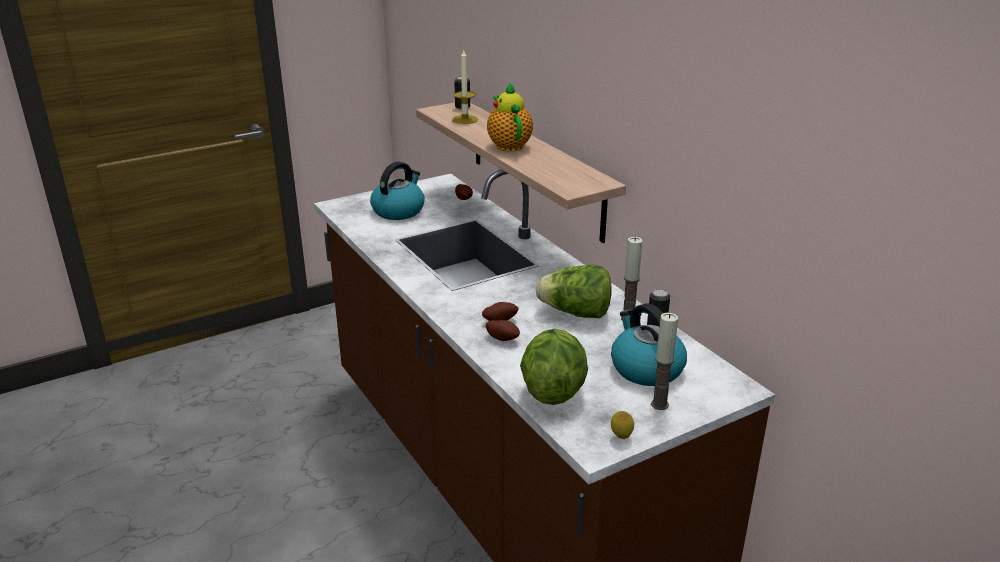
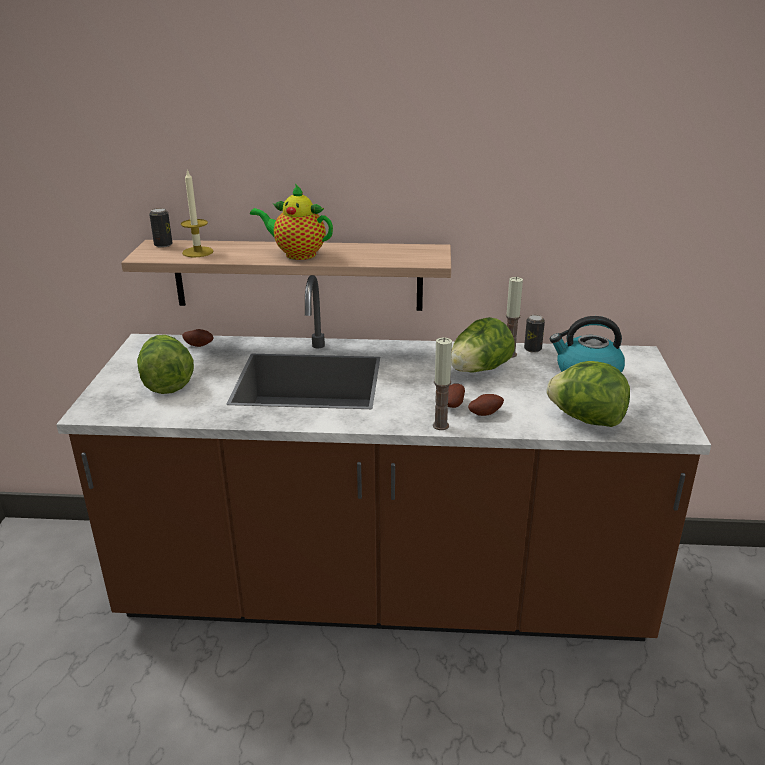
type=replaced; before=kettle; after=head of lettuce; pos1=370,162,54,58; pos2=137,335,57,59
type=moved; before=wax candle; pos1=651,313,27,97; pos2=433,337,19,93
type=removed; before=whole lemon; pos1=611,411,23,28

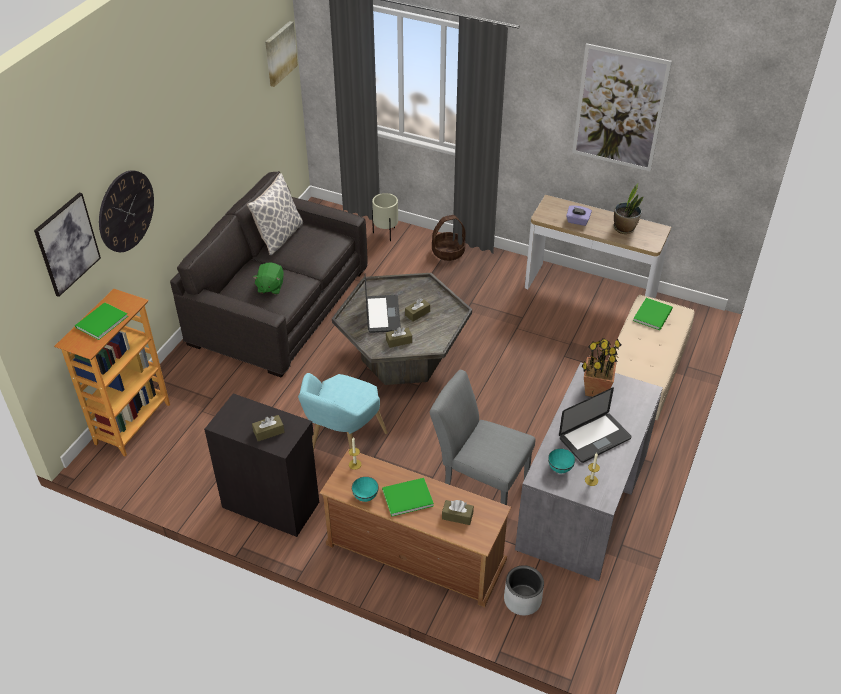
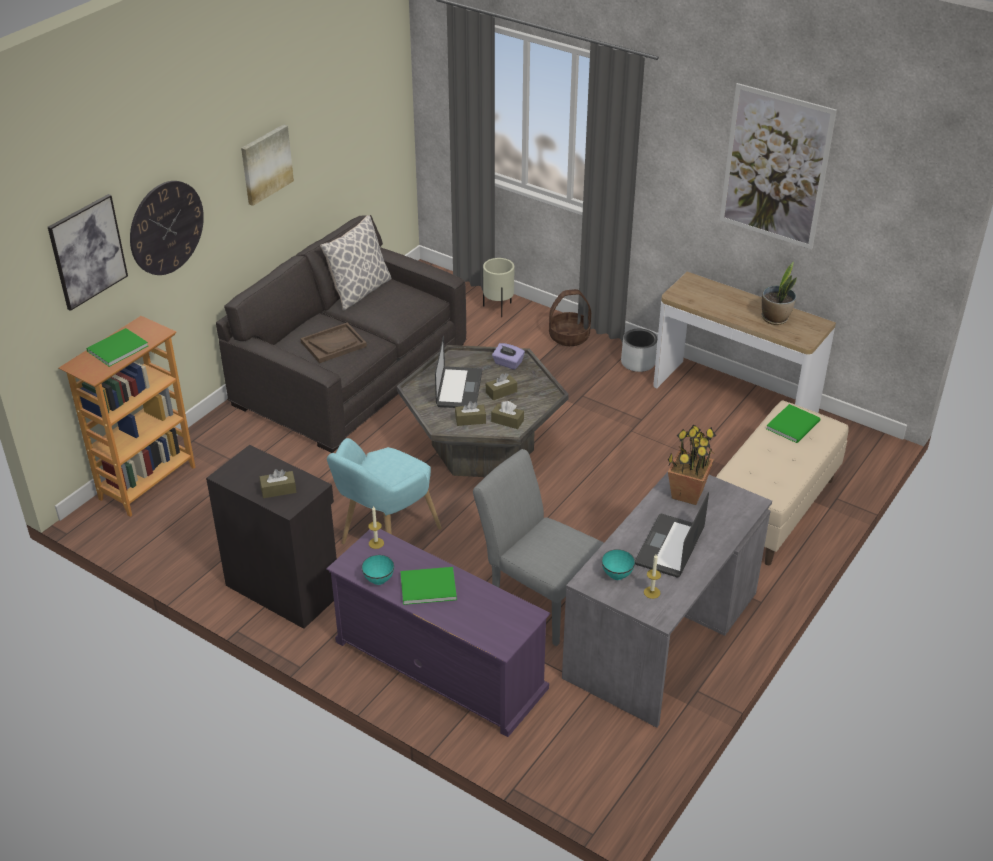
type=moved; before=picture; pos1=265,21,33,66; pos2=241,124,53,82
type=moved; before=tissue box in purple; pos1=566,205,26,21; pos2=492,343,33,27
type=replaced; before=cuddly toy in green; after=serving tray in brownish; pos1=253,263,31,31; pos2=300,323,67,40
type=turned; before=laptop; pos1=559,387,73,76; pos2=635,492,74,86; turn=135
type=recoloured; before=tv unit in brownish; after=tv unit in purple; pos1=319,449,192,158; pos2=326,529,225,208
type=moved; before=tissue box in brownish; pos1=442,500,32,25; pos2=491,401,33,28
type=moved; before=flower pot in grey; pos1=504,565,40,50; pos2=621,329,36,43

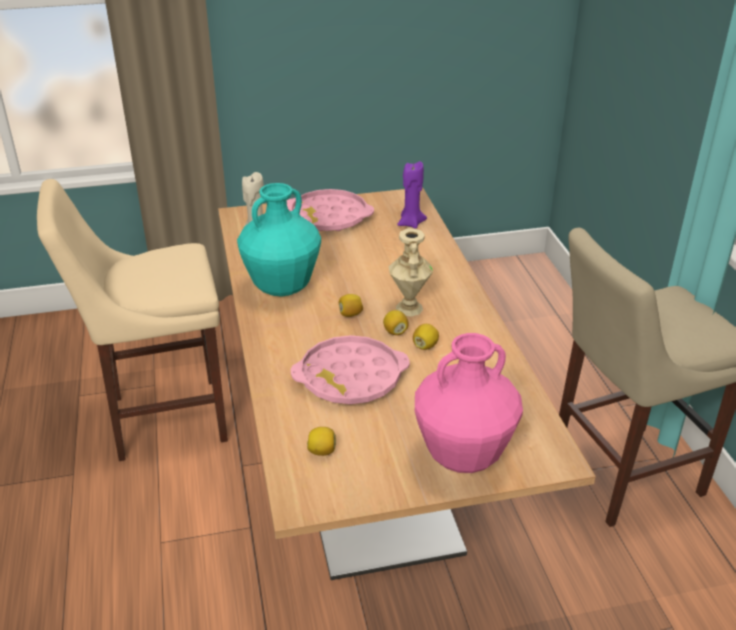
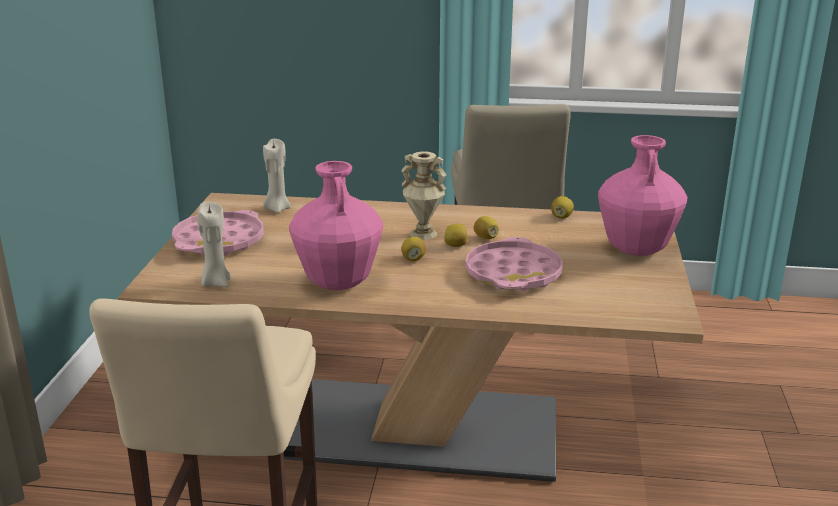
type=recoloured; before=wax candle in purple; after=wax candle in sand-coloured; pos1=397,161,30,68; pos2=263,139,28,74
type=recoloured; before=flower vase in turquoise; after=flower vase in pink; pos1=237,183,84,114; pos2=289,161,94,129
type=moved; before=whole lemon; pos1=307,427,29,29; pos2=551,196,23,23

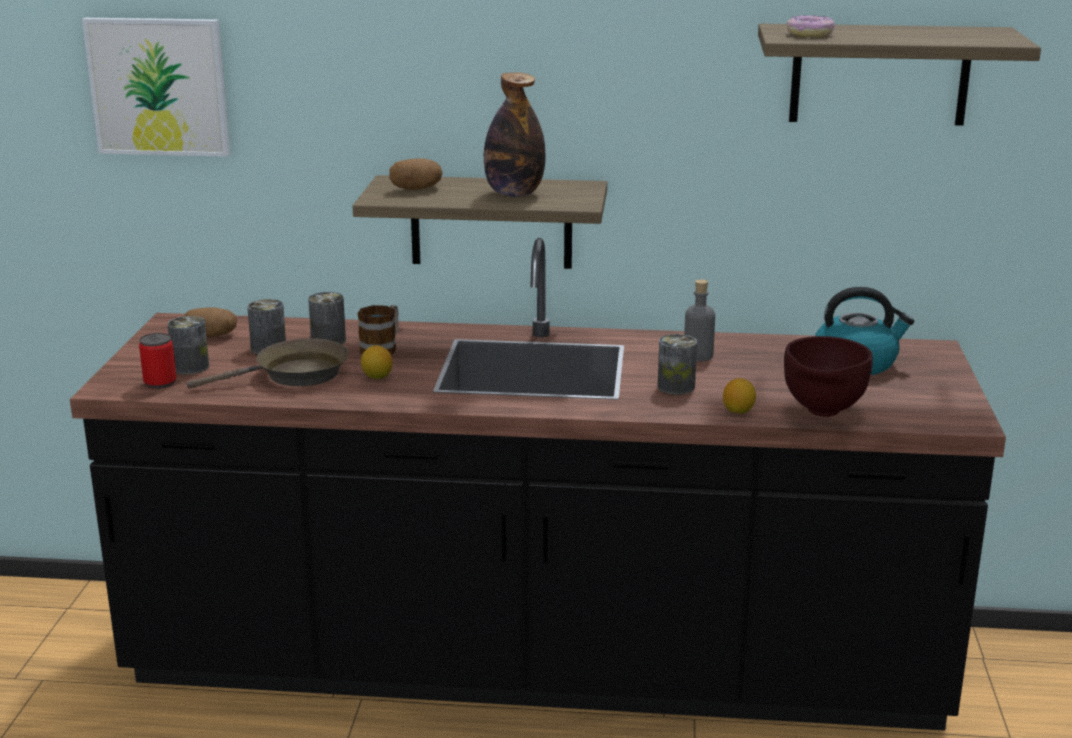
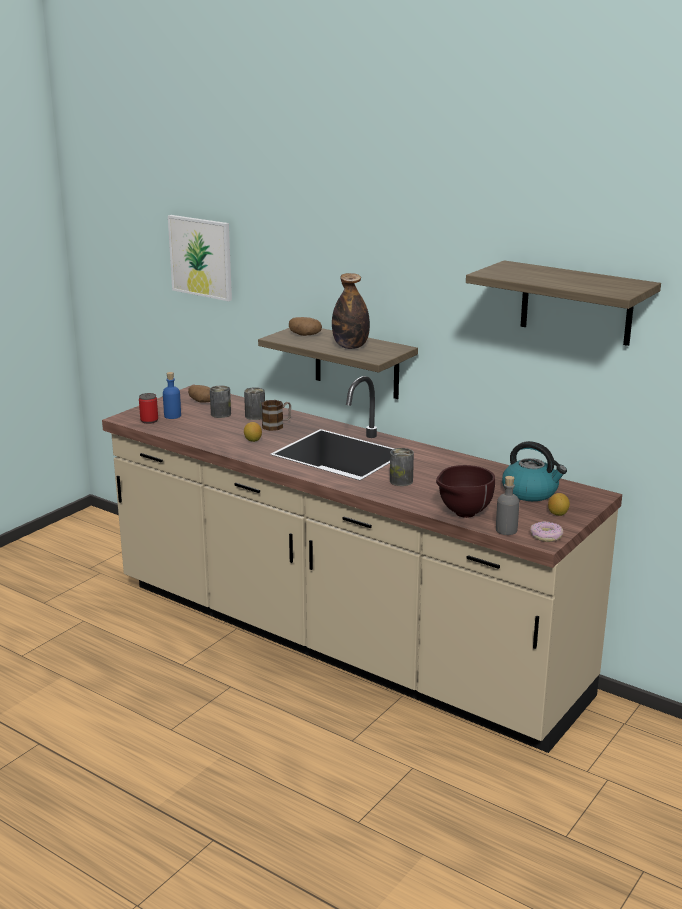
type=moved; before=doughnut; pos1=787,15,48,22; pos2=530,521,33,21
type=recoloured; before=kitchen base unit in black-coloured; after=kitchen base unit in sand-coloured; pos1=70,238,936,493; pos2=102,376,520,377
type=moved; before=drink bottle in grey; pos1=684,279,31,82; pos2=496,476,23,59
type=replaced; before=metal can; after=drink bottle in bluish; pos1=167,316,42,59; pos2=163,372,18,47
type=removed; before=frying pan in brownish; pos1=187,338,162,51
type=moved; before=whole lemon; pos1=723,378,33,35; pos2=548,493,22,23

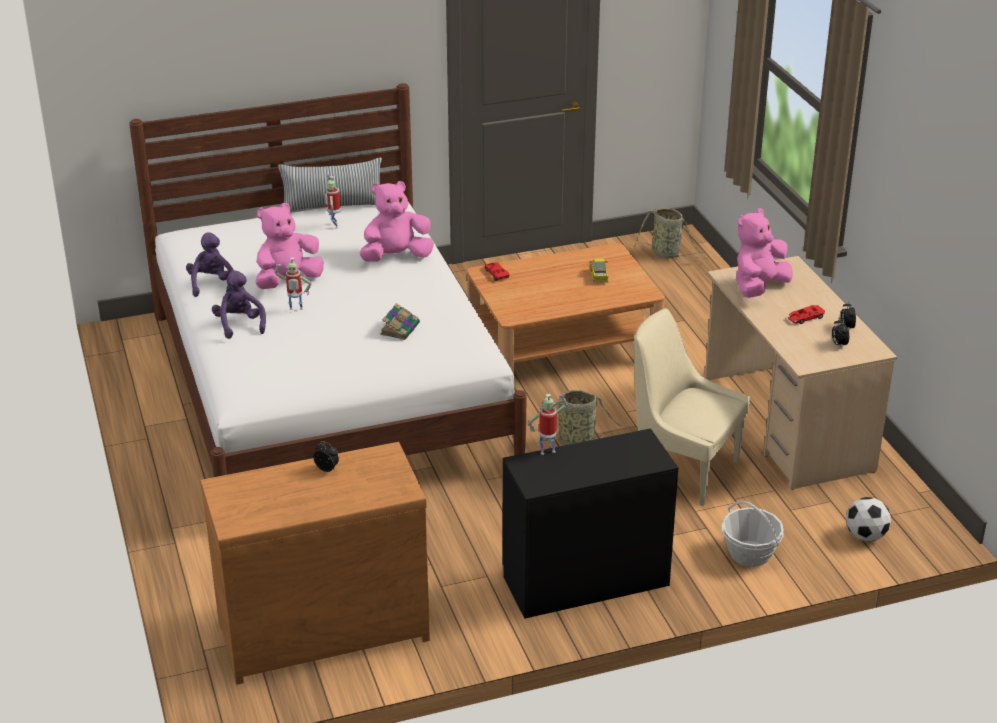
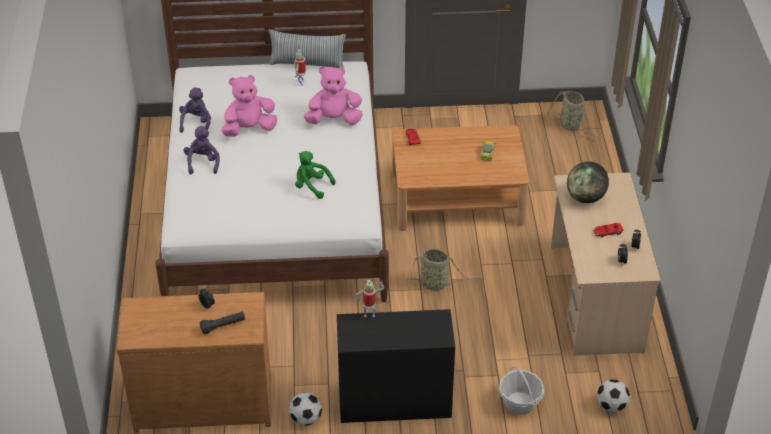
type=replaced; before=cuddly toy in pink; after=desk globe; pos1=736,209,57,89; pos2=567,162,42,41
type=removed; before=toy robot; pos1=274,258,37,52
type=replaced; before=bound book; after=cuddly toy in green; pos1=380,303,40,37; pos2=295,151,41,48
type=removed; before=upright chair in sand-coloured; pos1=634,308,116,198
type=added; after=flashlight in black-coloured; pos2=200,312,45,22
type=added; after=football ball; pos2=289,392,33,34

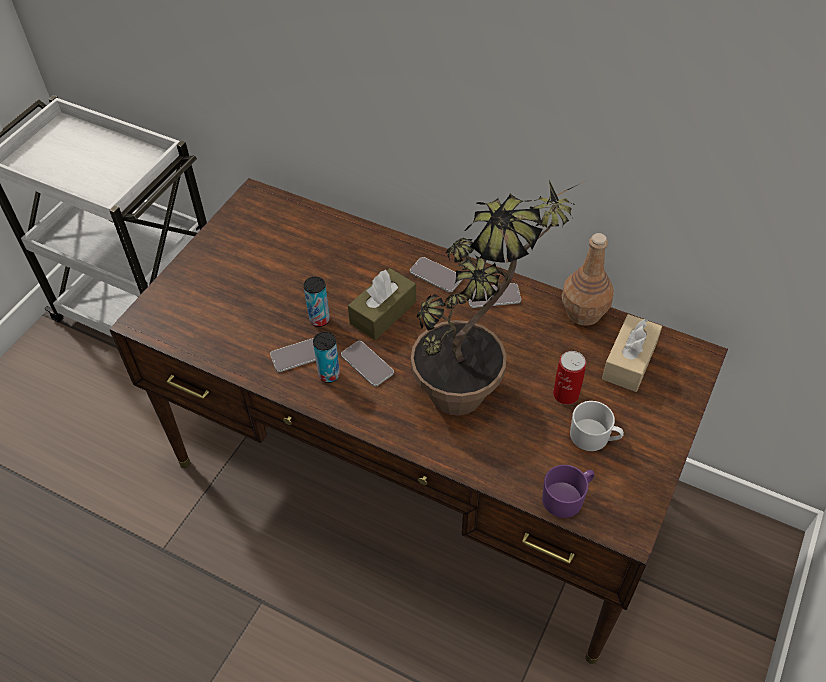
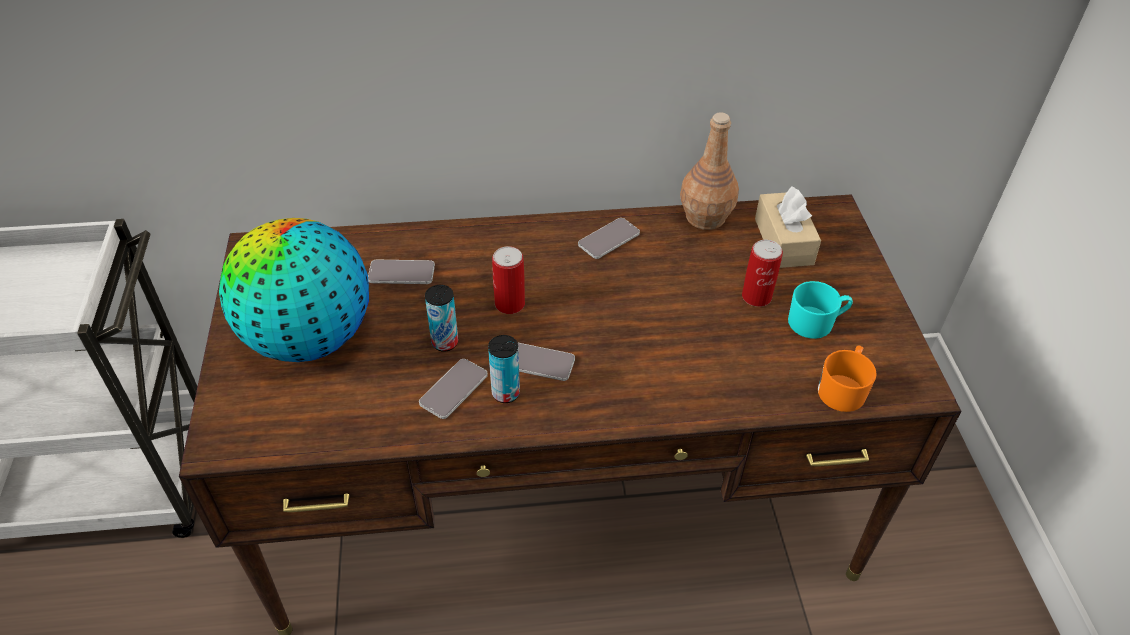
type=removed; before=potted plant; pos1=411,180,176,236
type=moved; before=phone; pos1=410,257,53,35; pos2=368,260,67,24
type=replaced; before=tissue box in brownish; after=metal can; pos1=348,268,68,72; pos2=492,246,33,68
type=recoloured; before=coffee mug in white; after=coffee mug in turquoise; pos1=570,401,54,50; pos2=788,281,65,58
type=recoloured; before=coffee mug in purple; after=coffee mug in orange-coloured; pos1=542,465,53,53; pos2=818,345,59,67
type=added; after=desk globe; pos2=219,218,150,144

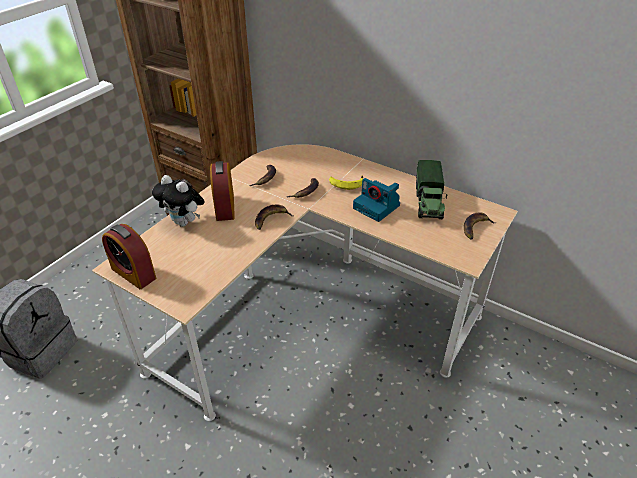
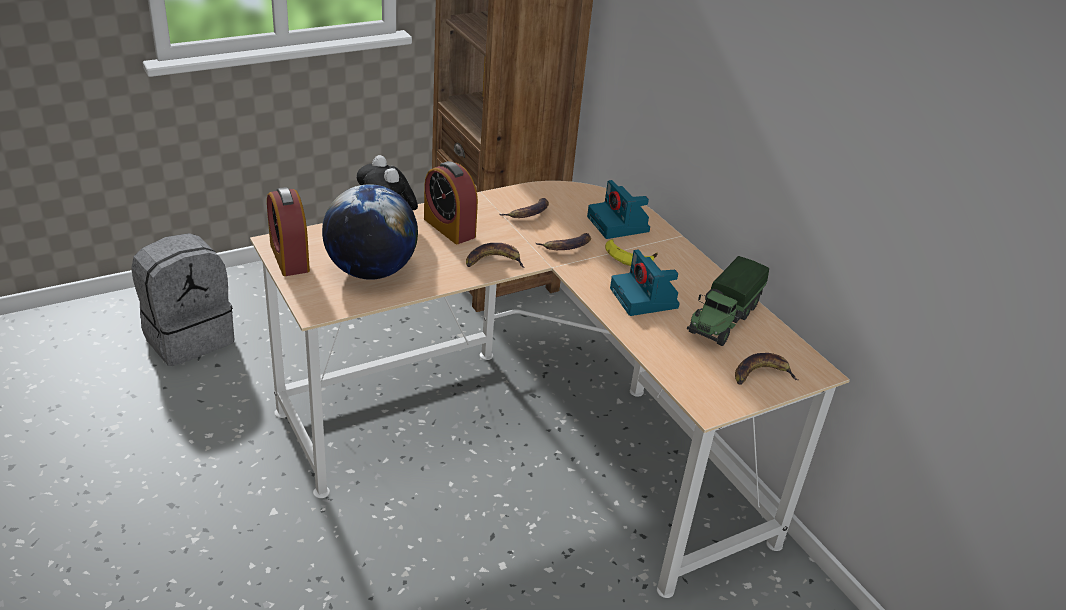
type=turned; before=alarm clock; pos1=210,161,25,60; pos2=424,161,54,83; turn=-60
type=added; after=still camera; pos2=587,180,63,59
type=added; after=desk globe; pos2=322,184,96,96

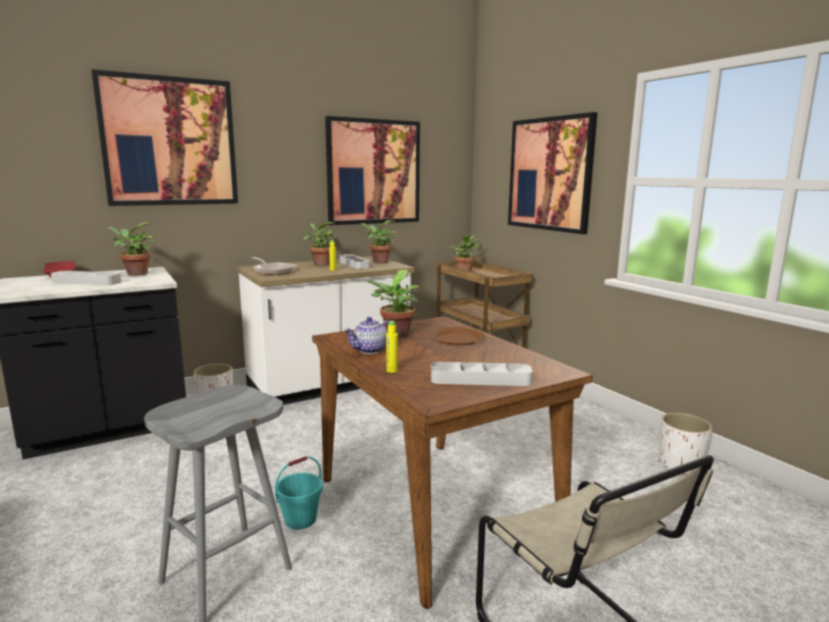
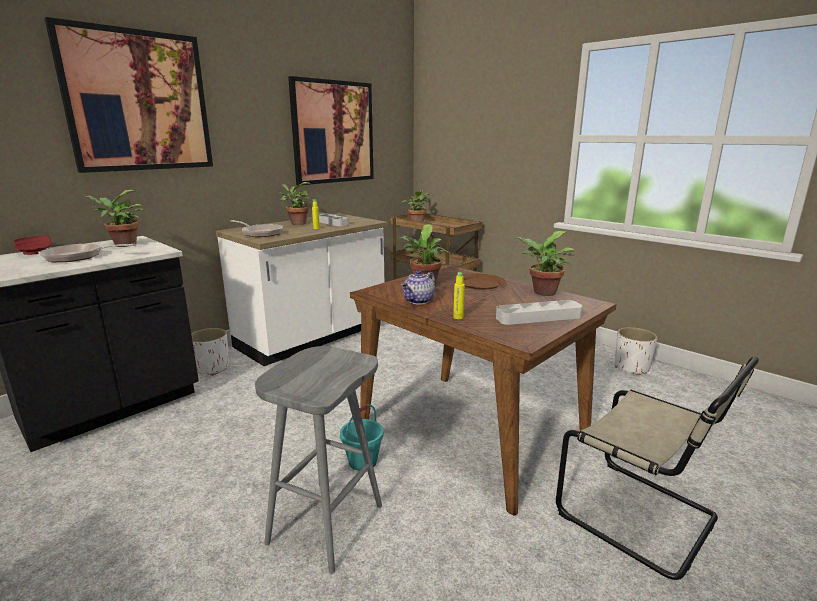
type=removed; before=picture; pos1=508,112,90,122
type=moved; before=potted plant; pos1=360,220,38,43; pos2=513,231,62,65
type=replaced; before=serving tray in grey; after=frying pan; pos1=51,271,70,14; pos2=38,244,97,18

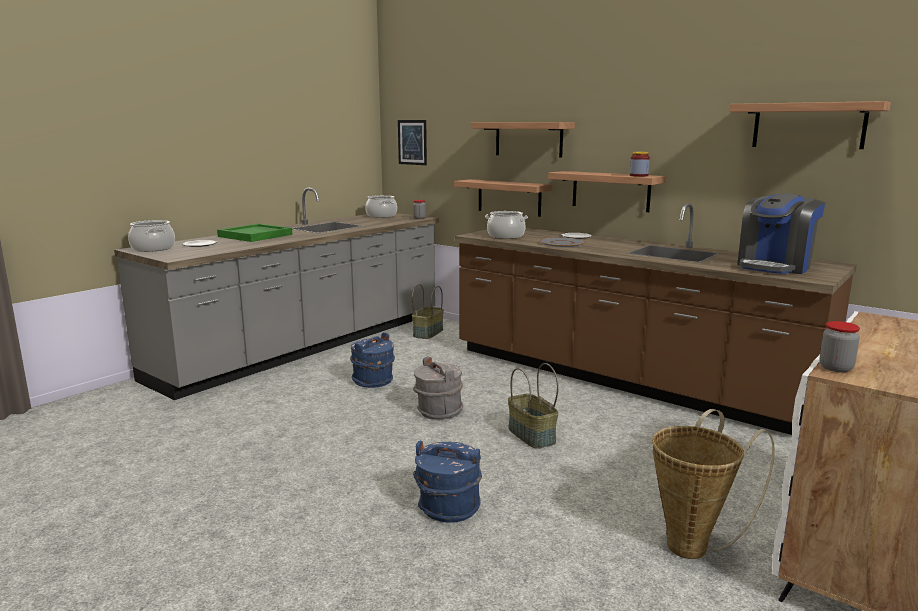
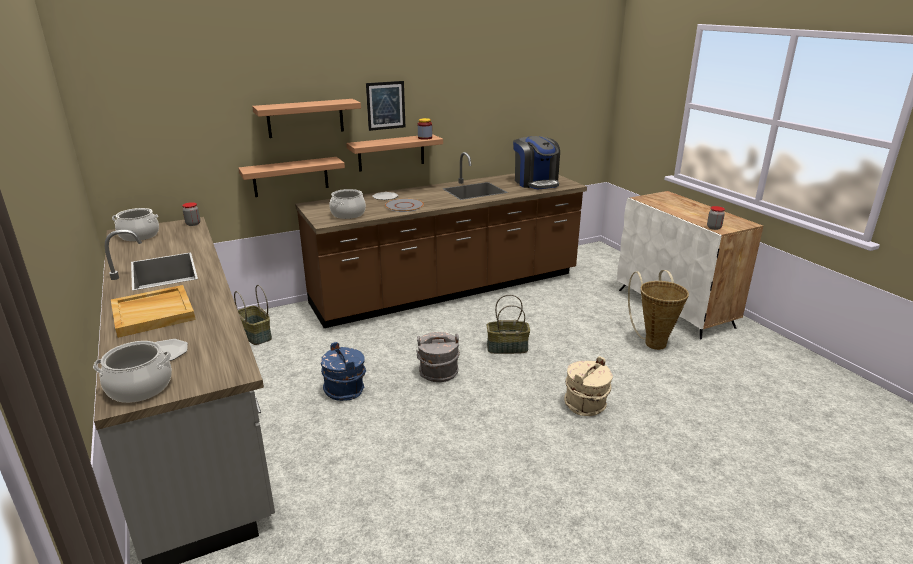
type=removed; before=bracket shelf; pos1=729,101,162,48
type=moved; before=picture; pos1=398,120,29,45; pos2=366,81,39,50
type=recoloured; before=serving tray in green; after=serving tray in sand-coloured; pos1=217,224,76,18; pos2=111,285,85,53
type=recoloured; before=bucket in bluish; after=bucket in sand-coloured; pos1=413,441,69,82; pos2=564,356,49,60

